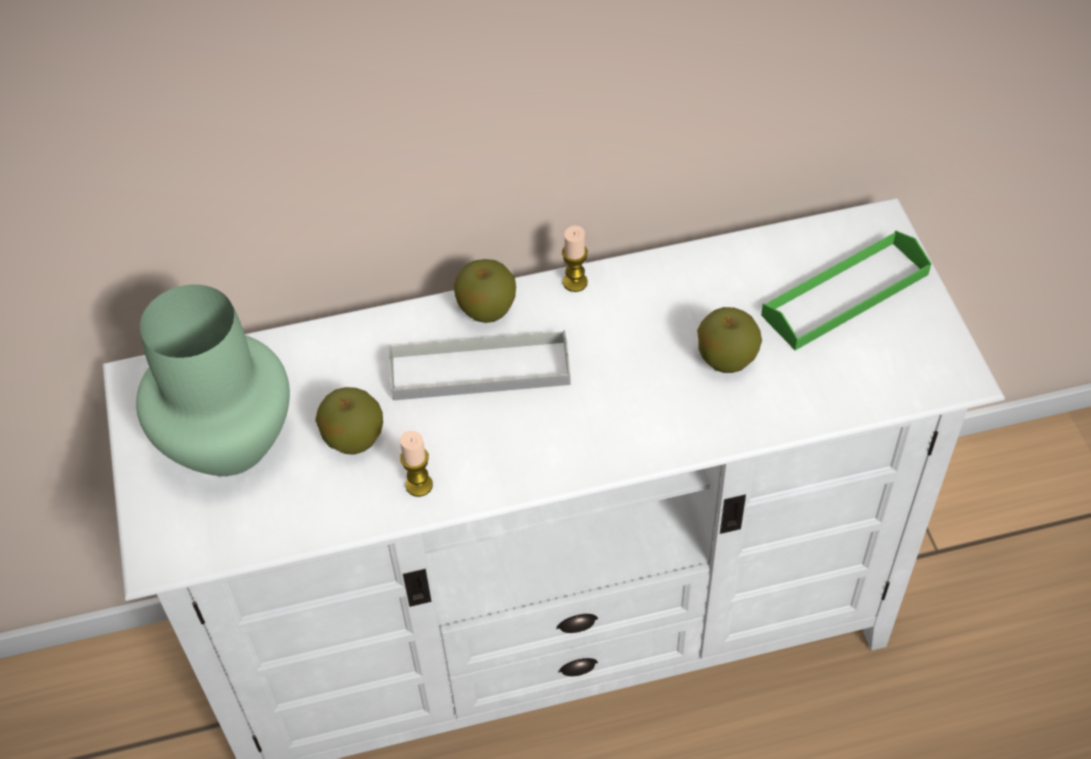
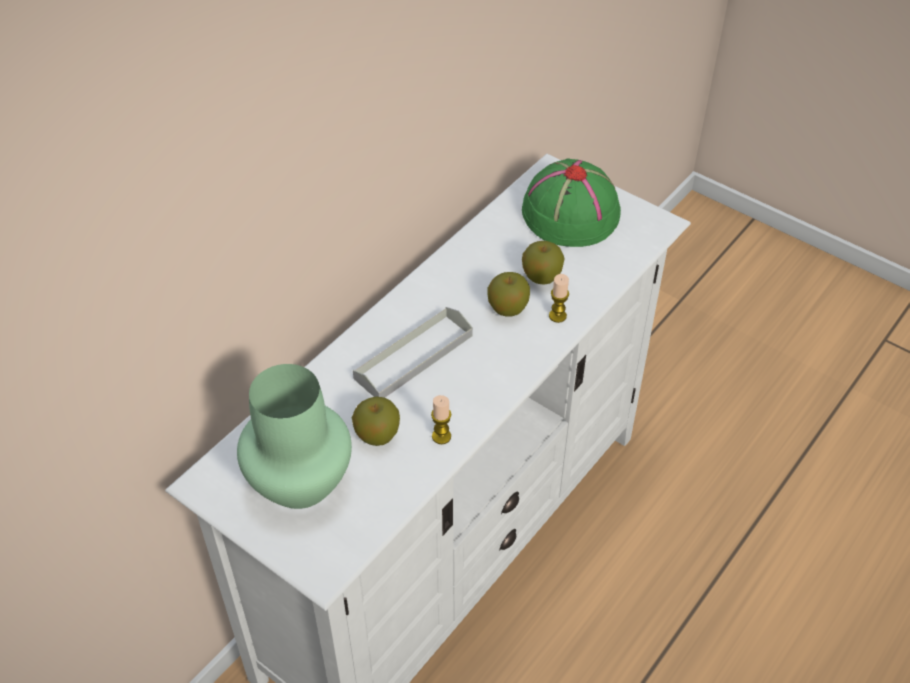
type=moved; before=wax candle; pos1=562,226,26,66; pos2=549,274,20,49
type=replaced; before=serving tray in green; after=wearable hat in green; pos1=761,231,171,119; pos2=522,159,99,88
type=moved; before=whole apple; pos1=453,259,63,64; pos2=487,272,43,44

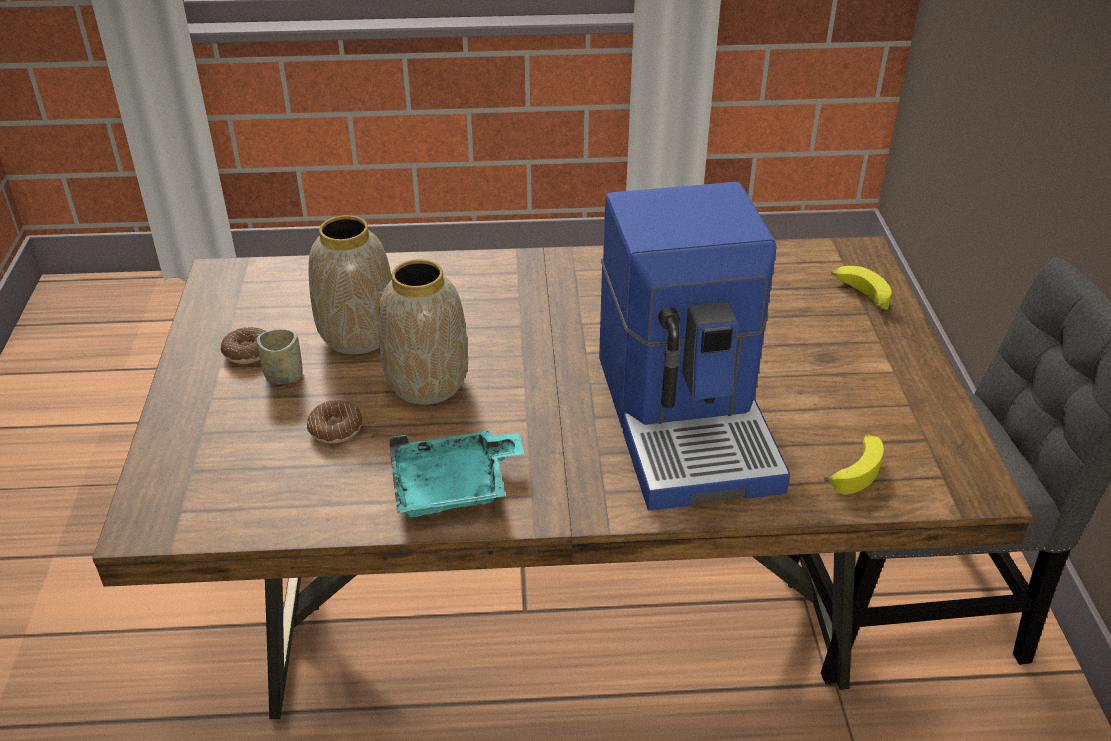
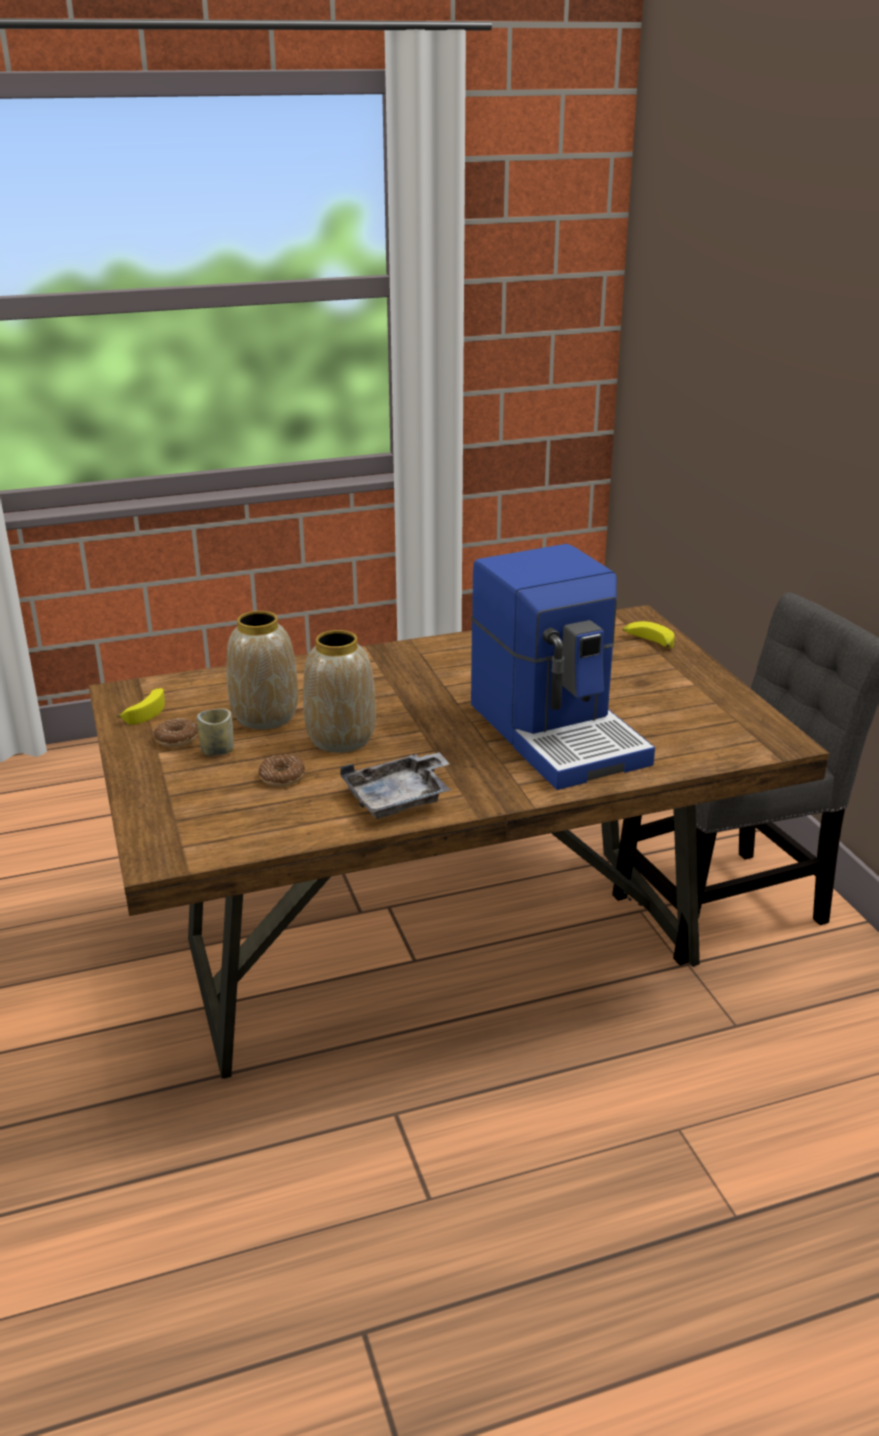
type=recoloured; before=serving tray in turquoise; after=serving tray in grey; pos1=390,430,134,87; pos2=340,752,110,67
type=moved; before=banana; pos1=824,434,60,61; pos2=117,688,48,37

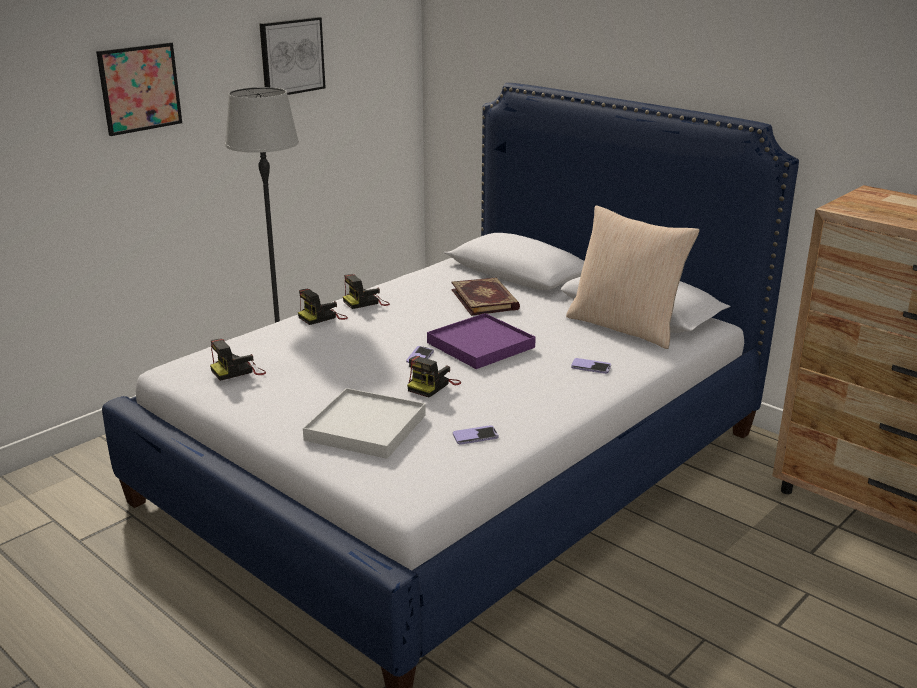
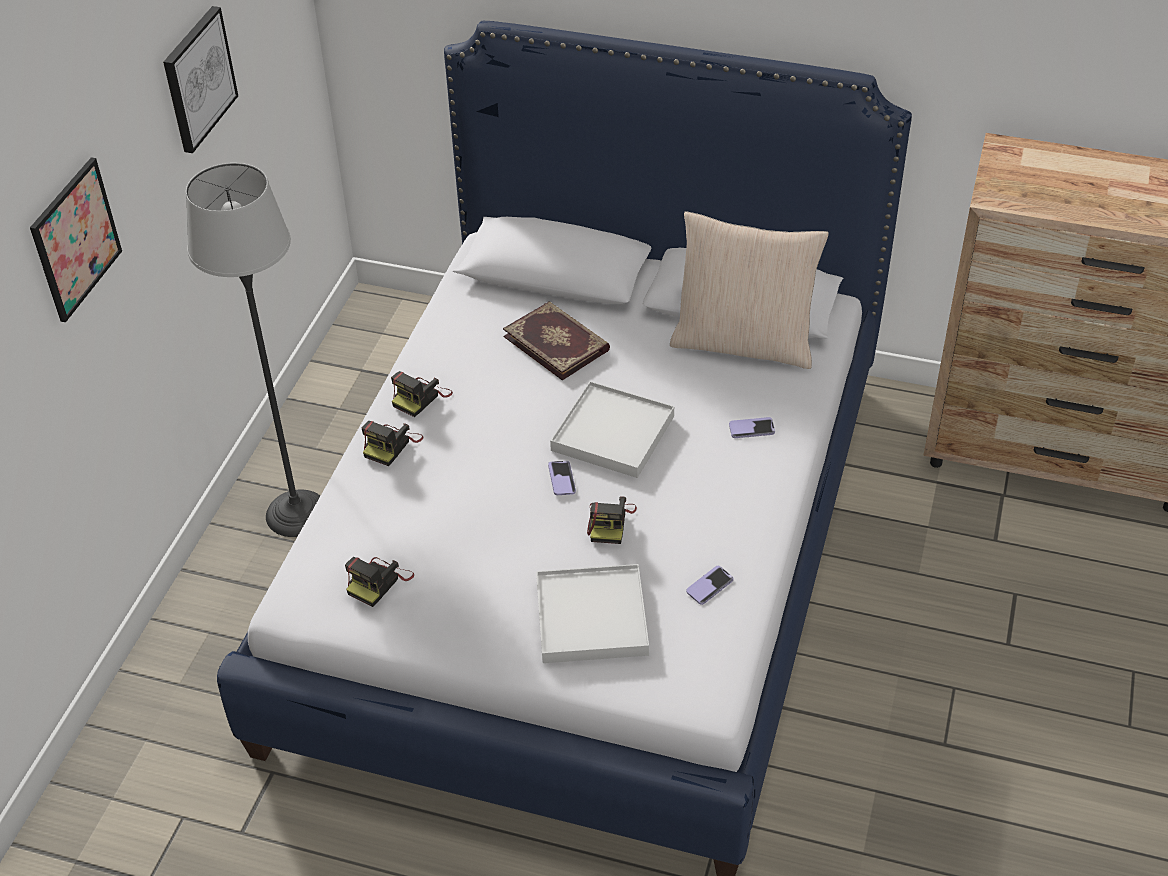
type=recoloured; before=serving tray in purple; after=serving tray in white; pos1=427,313,109,56; pos2=550,381,124,97

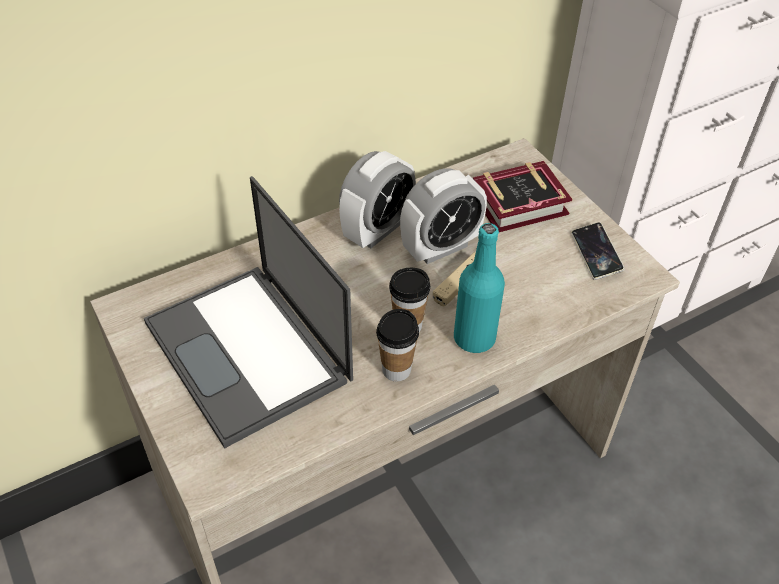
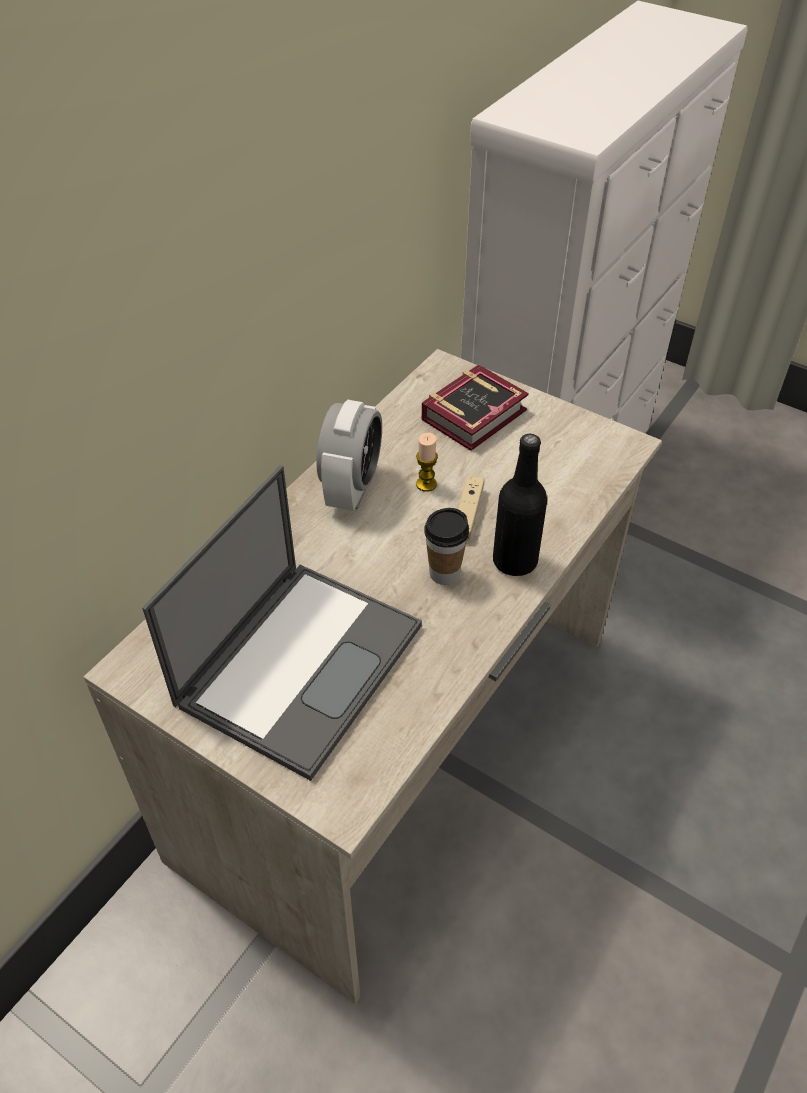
type=replaced; before=alarm clock; after=wax candle; pos1=400,168,87,96; pos2=416,433,22,59
type=turned; before=laptop; pos1=144,176,209,273; pos2=142,465,280,316; turn=-90
type=removed; before=phone; pos1=571,222,53,58
type=recoloured; before=drink bottle in turquoise; after=drink bottle in black-coloured; pos1=454,223,51,130; pos2=493,434,54,142
type=removed; before=cup; pos1=376,309,43,72

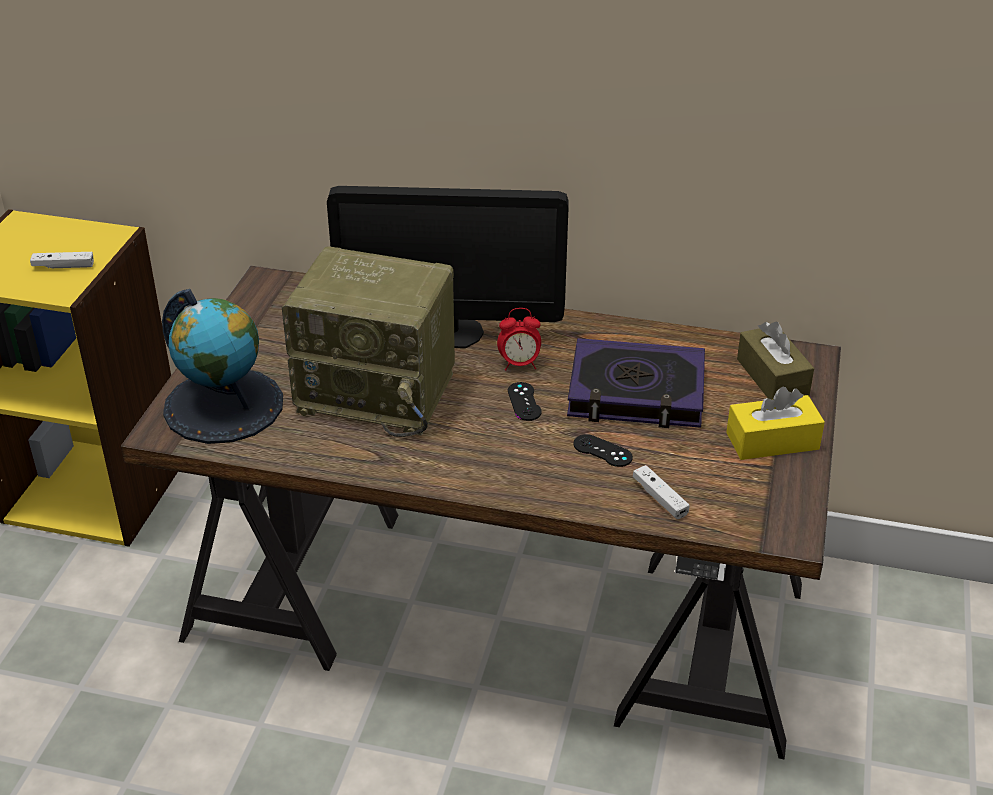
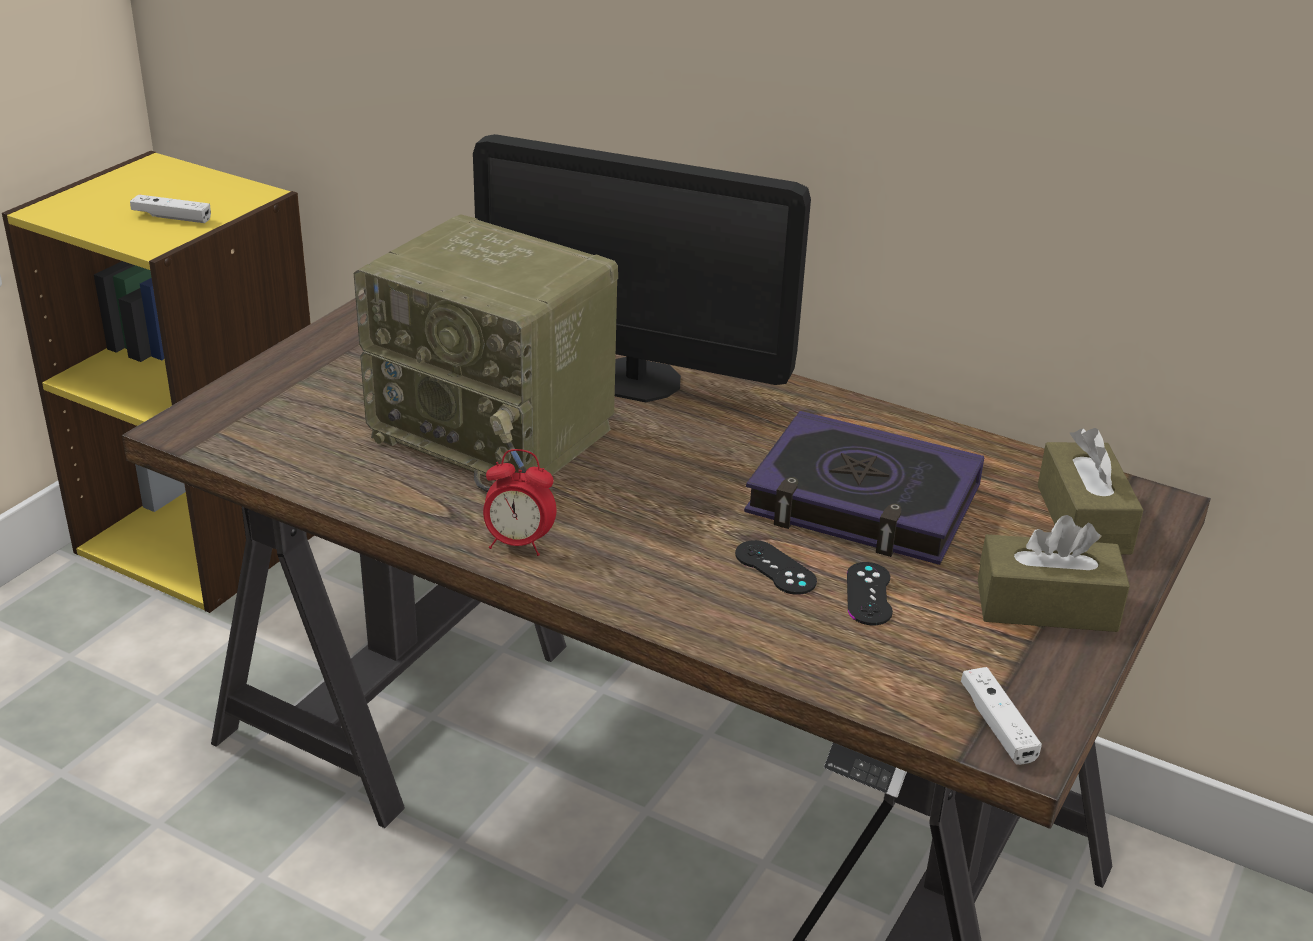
type=removed; before=desk globe; pos1=162,289,121,155
type=moved; before=alarm clock; pos1=497,308,44,63; pos2=483,449,73,107
type=moved; before=gamepad in black-coloured; pos1=508,382,34,39; pos2=847,562,46,63
type=recoloured; before=tissue box in yellow; after=tissue box in brownish; pos1=726,387,99,73; pos2=978,515,152,117
type=moved; before=gamepad in white; pos1=633,465,57,54; pos2=961,667,81,98

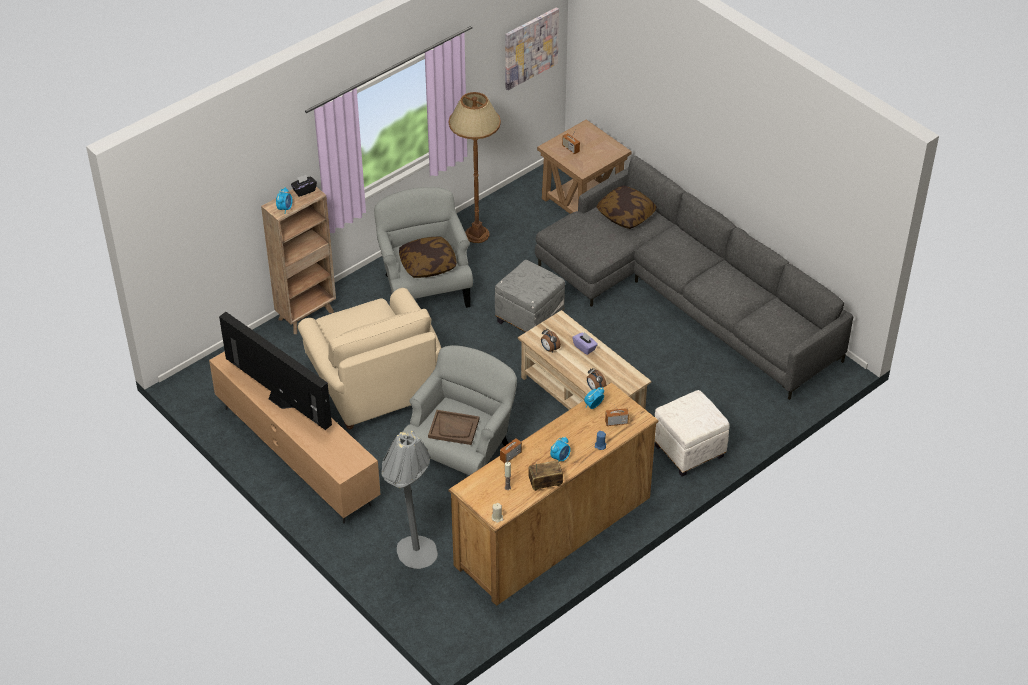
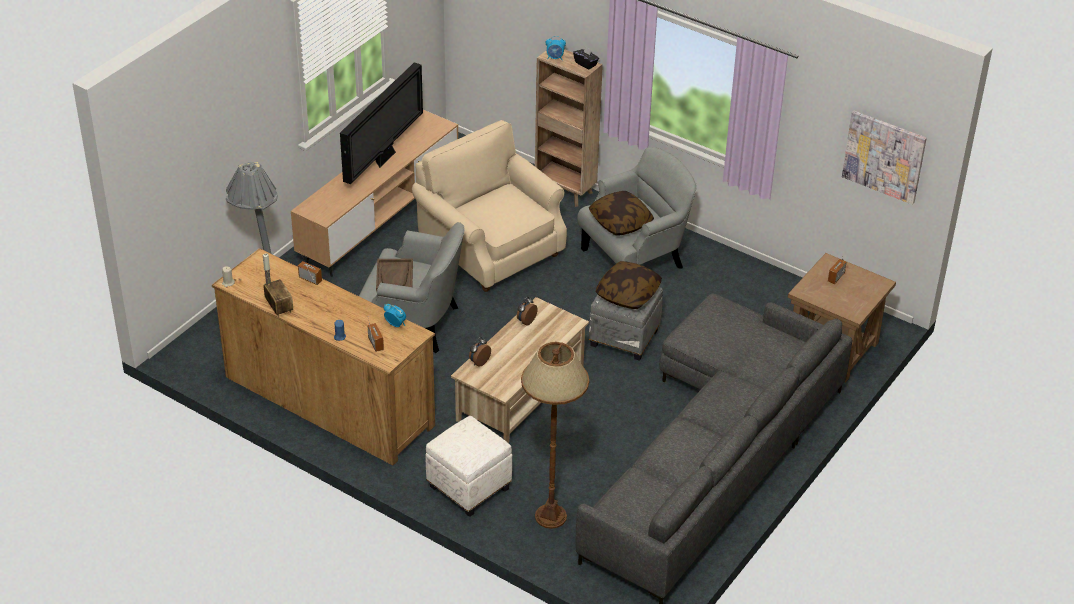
type=moved; before=standing lamp in brownish; pos1=448,92,53,151; pos2=521,342,68,187
type=moved; before=cushion; pos1=596,185,61,44; pos2=596,261,66,48
type=turned; before=lounge chair in sand-coloured; pos1=298,288,143,141; pos2=412,120,155,172; turn=90
type=removed; before=tissue box in purple; pos1=572,332,26,23
type=removed; before=alarm clock; pos1=550,437,21,24

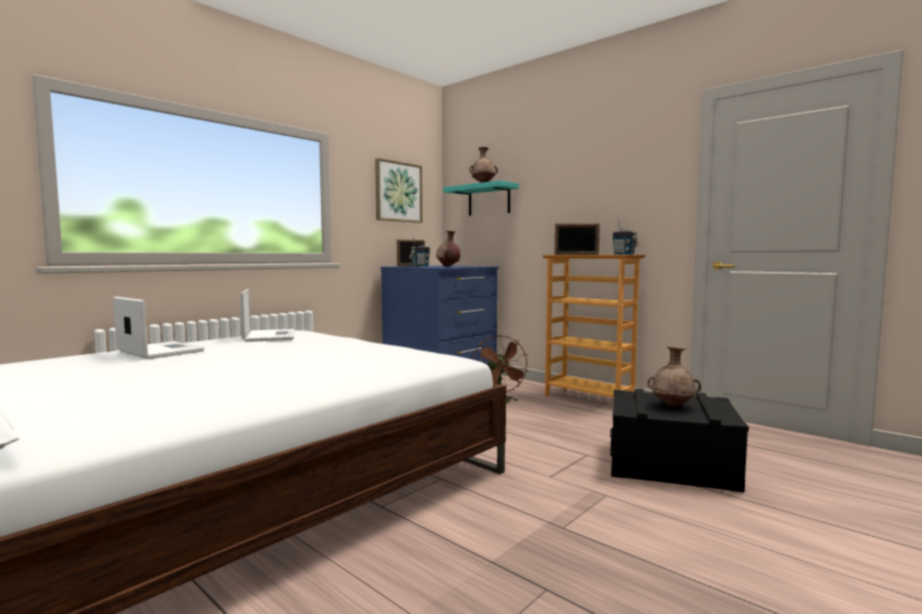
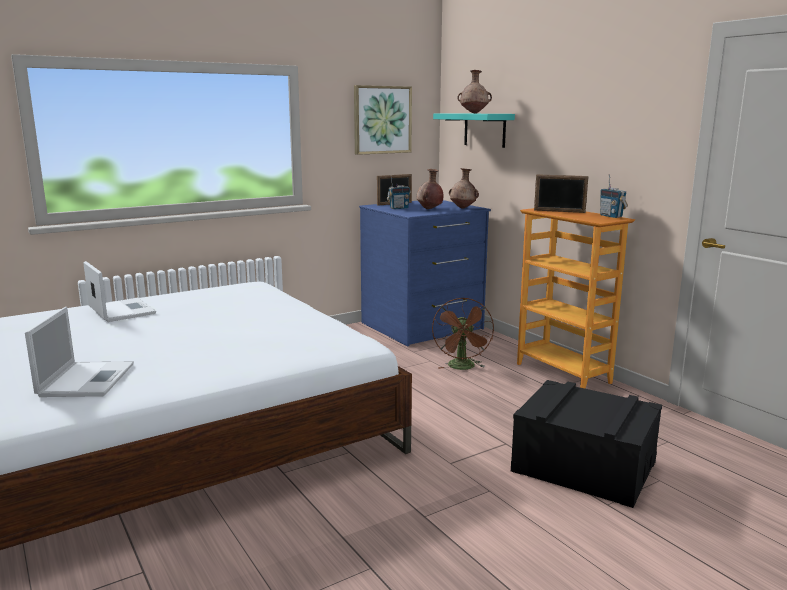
type=moved; before=laptop; pos1=240,289,55,53; pos2=25,307,109,90
type=moved; before=flower vase in brownish; pos1=647,347,54,61; pos2=449,168,30,41

